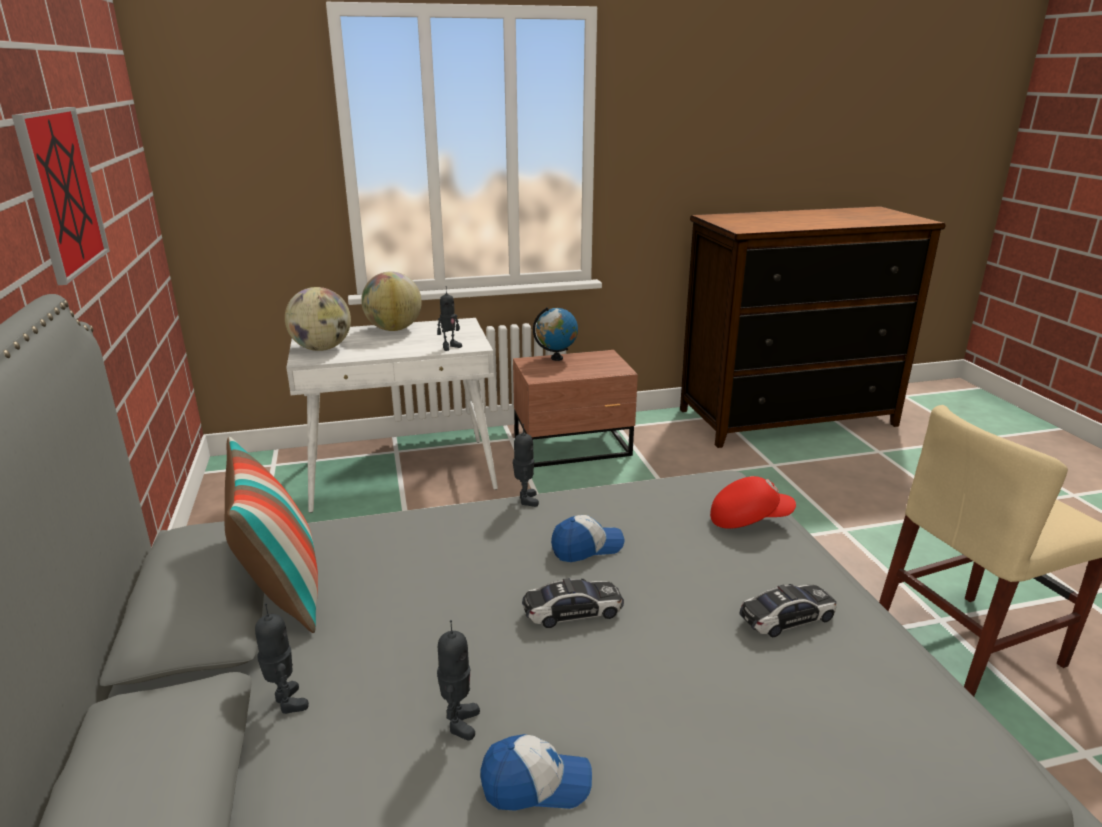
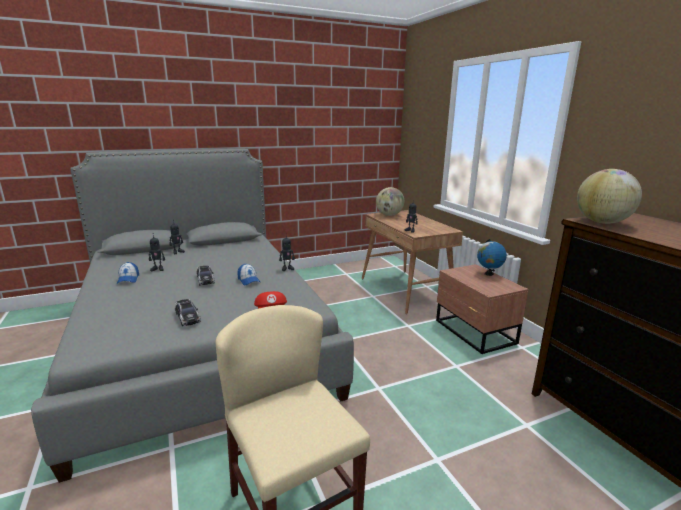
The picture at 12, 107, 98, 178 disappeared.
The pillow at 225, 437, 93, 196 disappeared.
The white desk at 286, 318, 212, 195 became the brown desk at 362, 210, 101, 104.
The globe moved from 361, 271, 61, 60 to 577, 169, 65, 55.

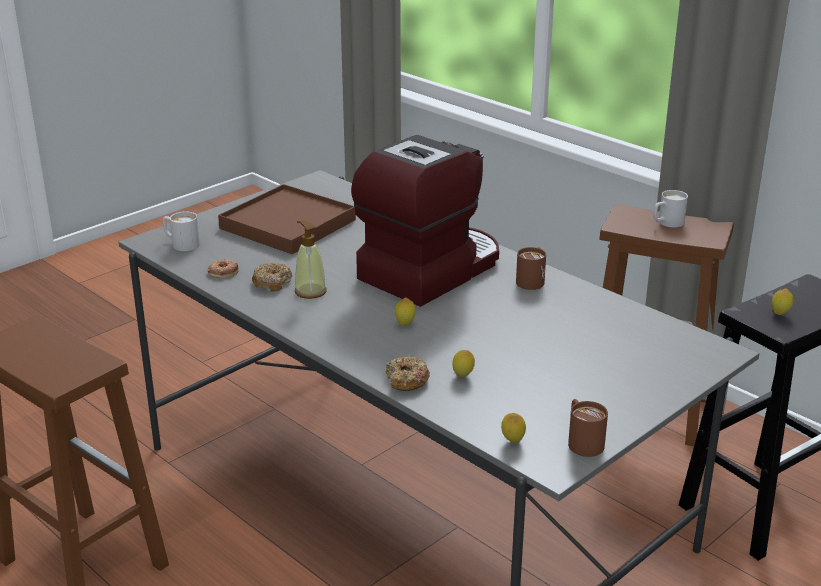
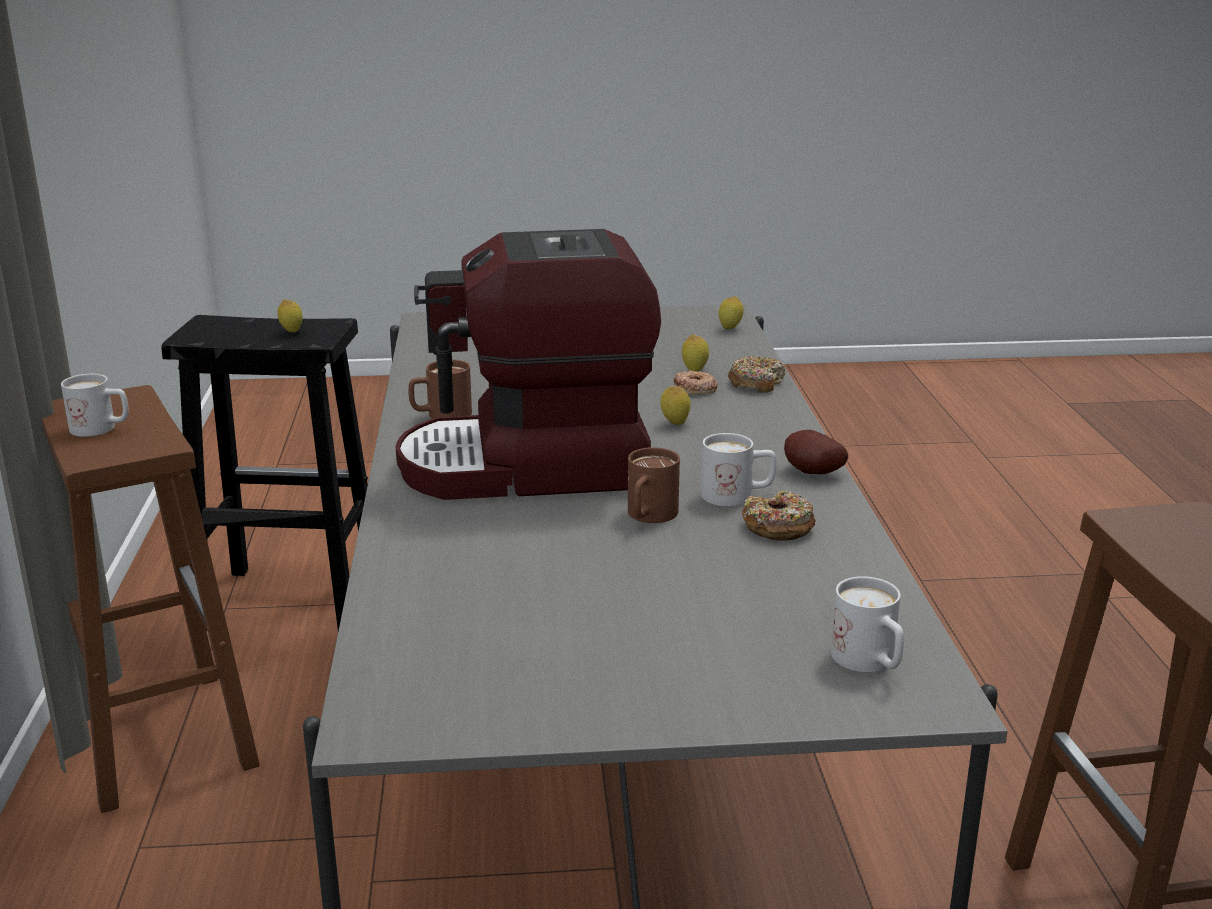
The donut moved from 208, 258, 31, 20 to 673, 370, 45, 24.
The brown tray at 218, 184, 138, 70 disappeared.
The soap dispenser at 295, 220, 31, 79 was replaced by the white mug at 701, 433, 75, 74.
The brown mug moved from 568, 399, 40, 58 to 628, 447, 52, 76.
The potato at 784, 430, 64, 44 appeared.

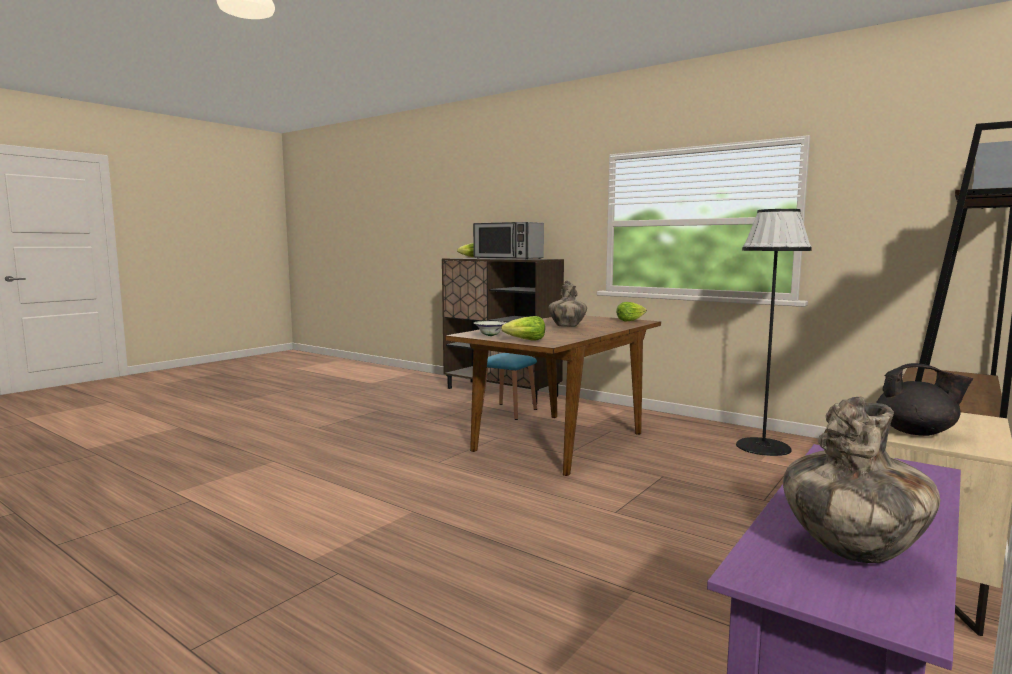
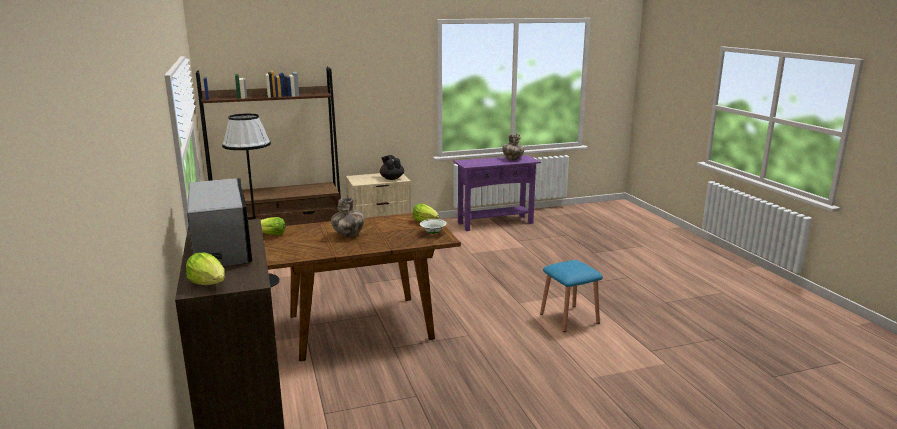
The blue stool moved from 482, 353, 55, 67 to 540, 260, 63, 72.

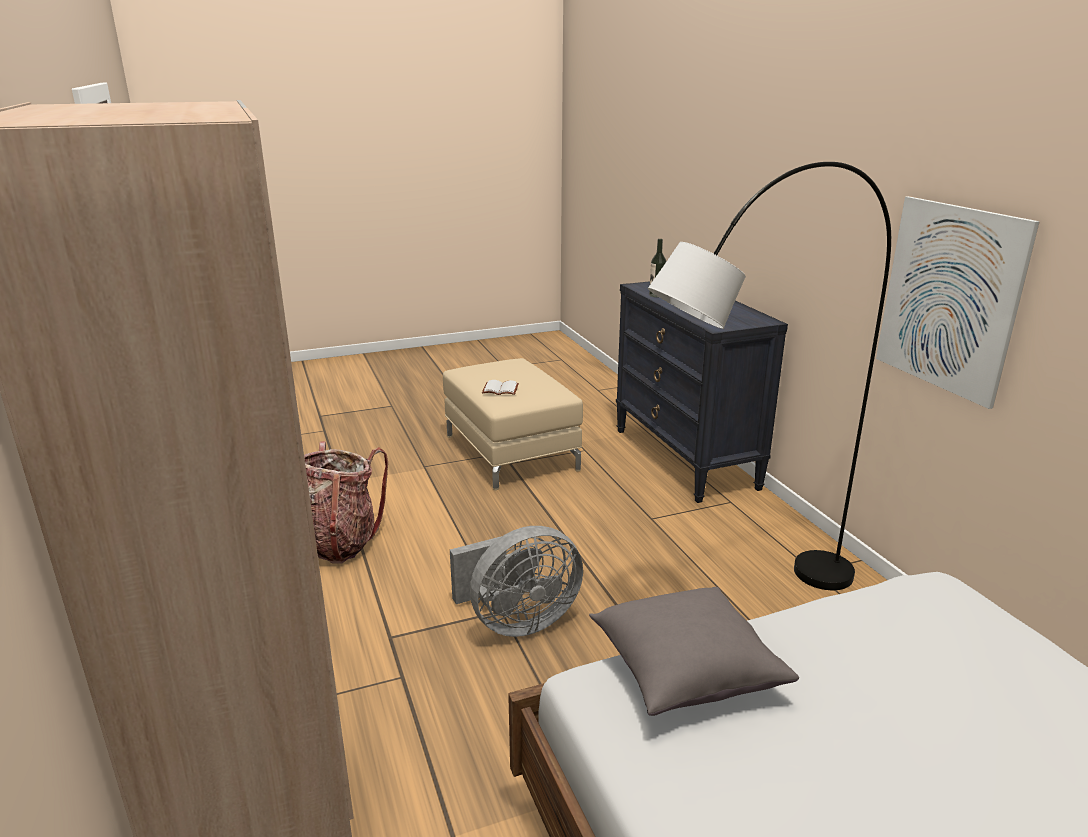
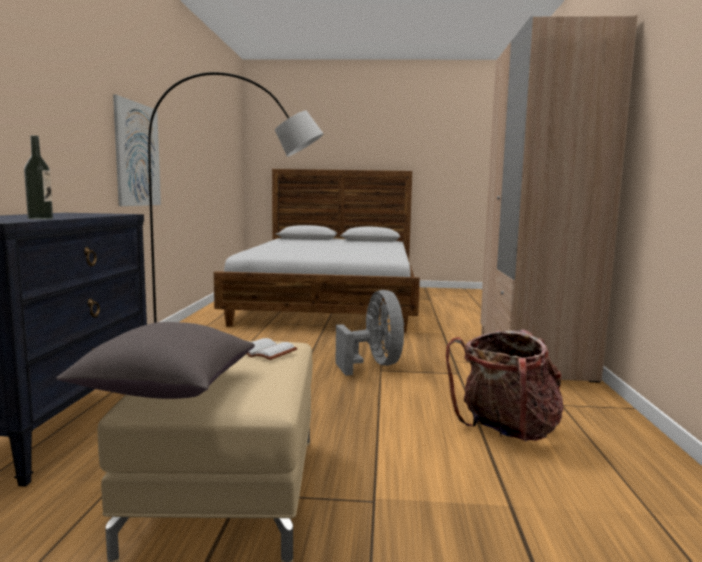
The grey fan at 450, 526, 133, 111 turned 75 degrees clockwise.
The grey pillow moved from 589, 587, 210, 129 to 56, 322, 199, 77.

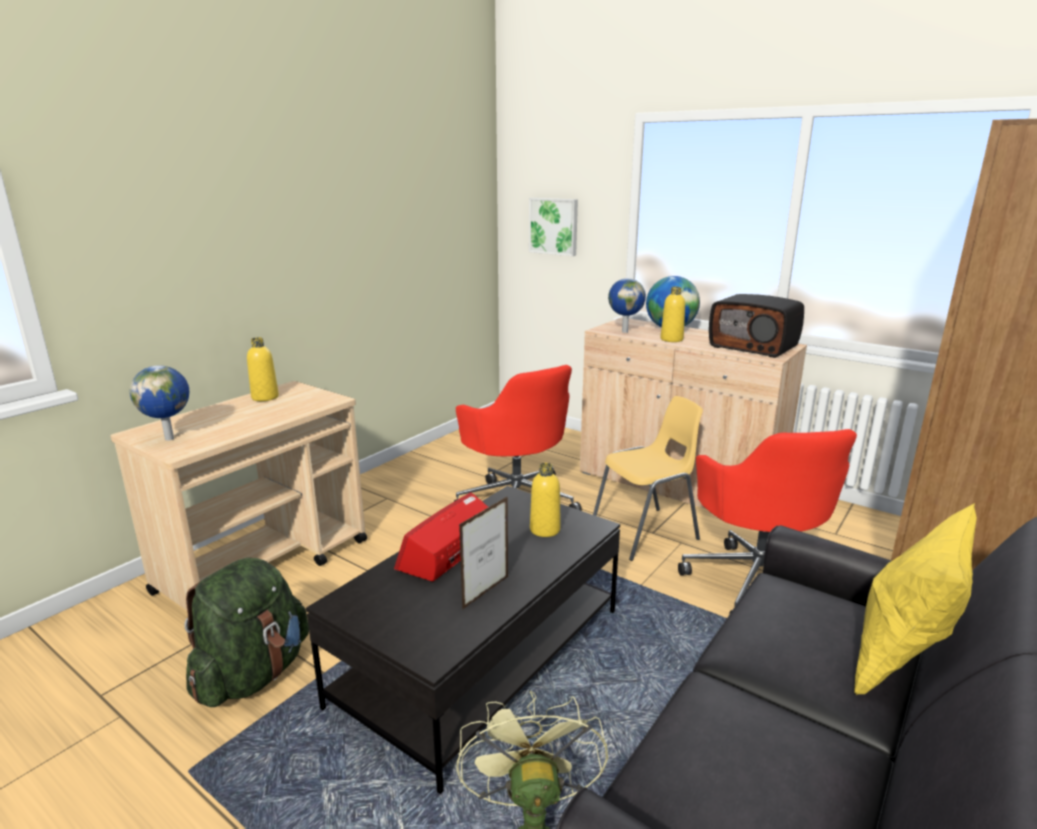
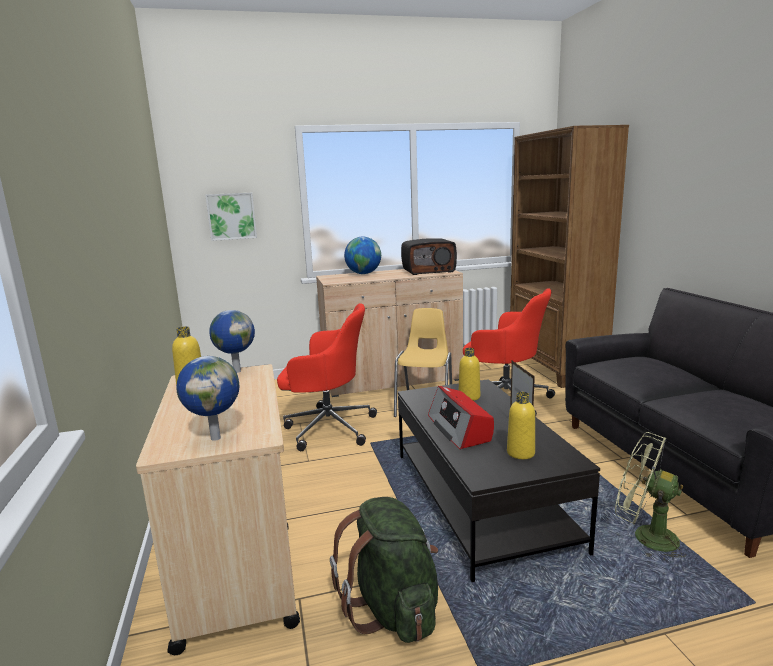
The globe moved from 608, 278, 38, 55 to 209, 310, 46, 63.
The yellow bottle moved from 661, 286, 24, 56 to 507, 392, 28, 67.
The yellow pillow at 854, 503, 123, 192 disappeared.

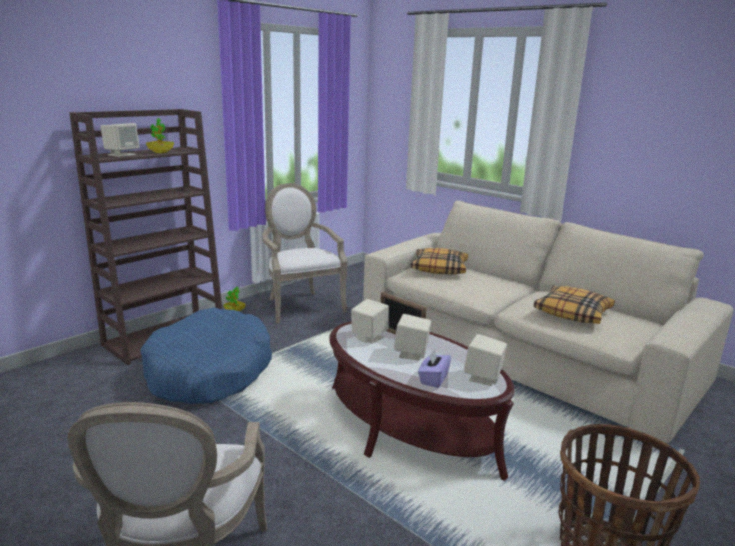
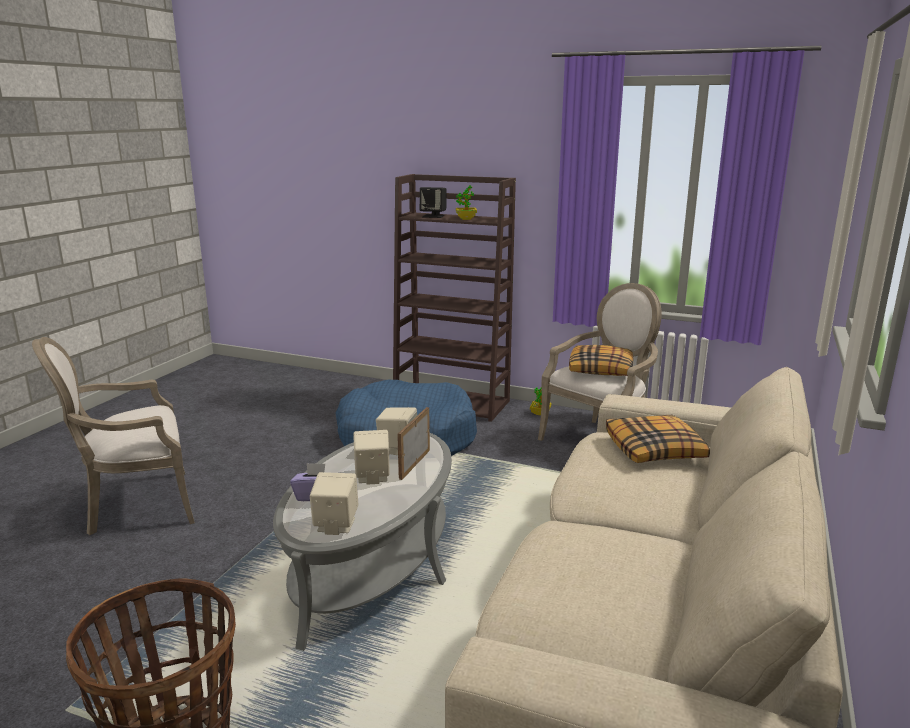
The beige speaker at 100, 123, 40, 34 became the black speaker at 420, 187, 27, 31.
The brown coffee table at 329, 322, 186, 159 became the grey coffee table at 273, 433, 179, 218.
The pillow moved from 534, 286, 81, 38 to 569, 345, 64, 31.

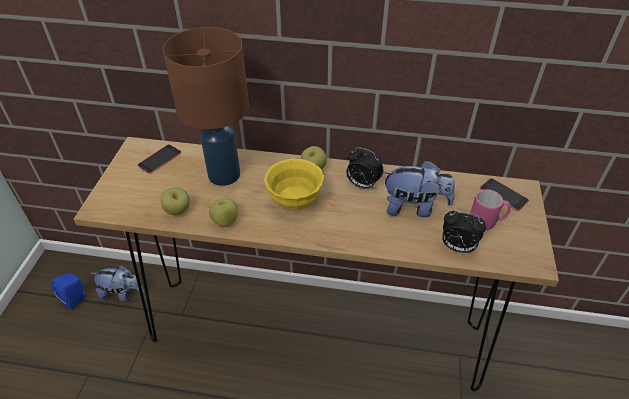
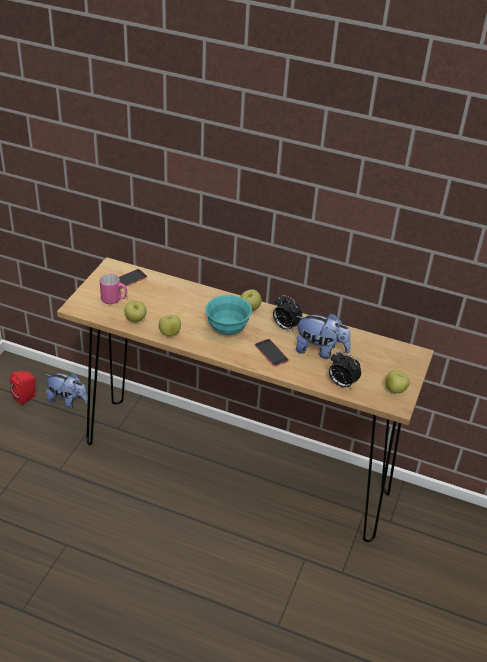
The blue speaker at 51, 273, 35, 37 became the red speaker at 10, 371, 26, 34.
The brown table lamp at 163, 27, 86, 159 disappeared.
The yellow bowl at 264, 158, 60, 52 became the turquoise bowl at 205, 295, 47, 40.
The pink mug moved from 470, 189, 41, 41 to 100, 274, 27, 30.
The phone moved from 480, 178, 49, 33 to 255, 339, 34, 27.
The apple at 385, 370, 24, 23 appeared.

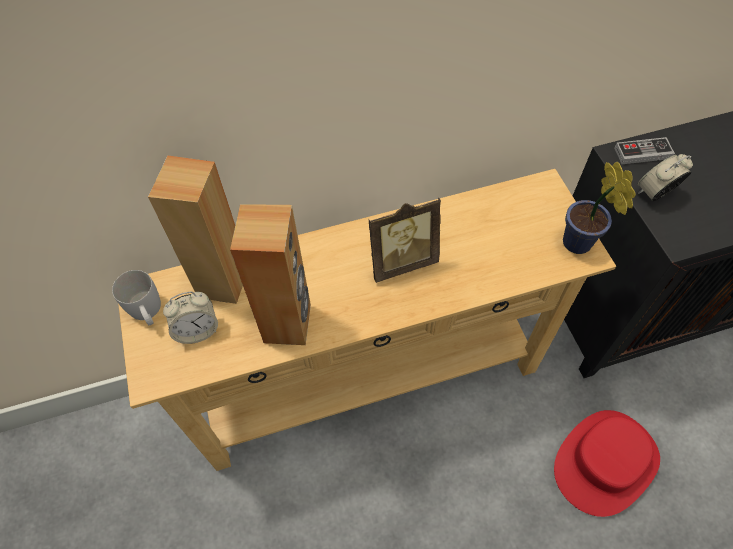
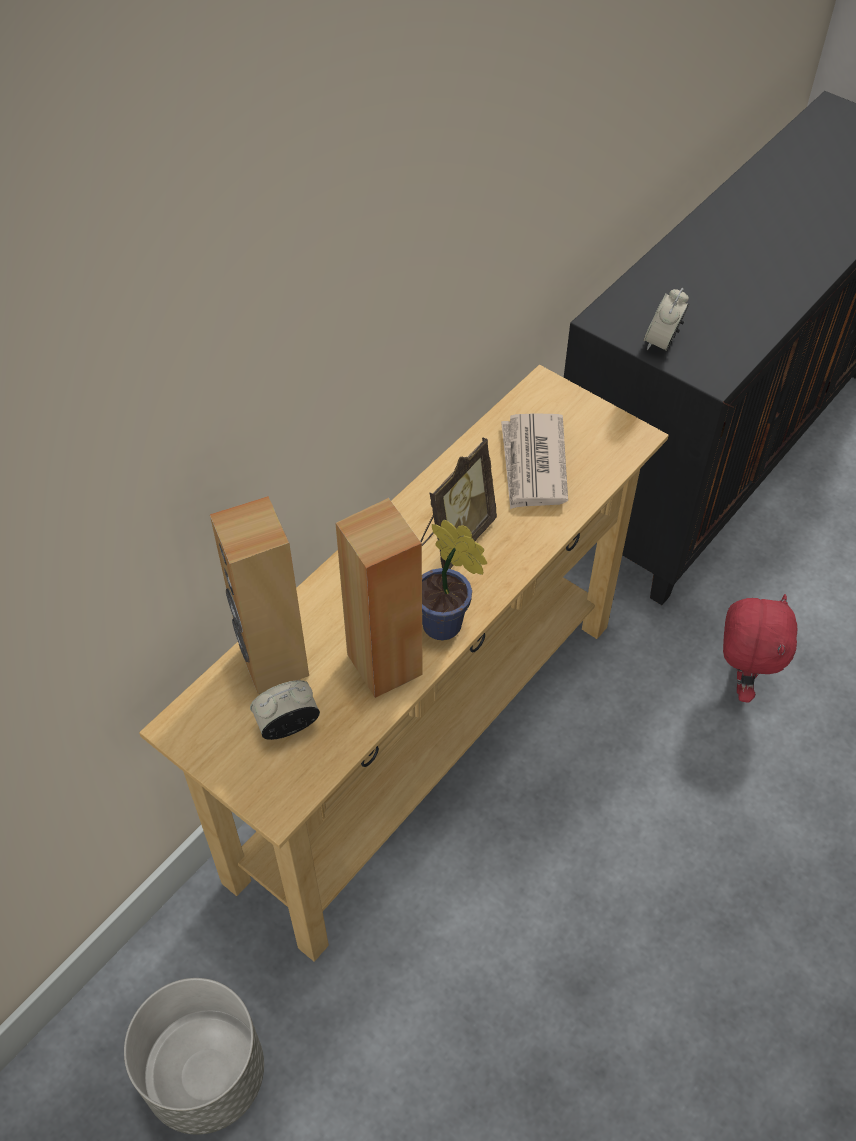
The white mug at 112, 270, 49, 55 disappeared.
The alarm clock at 163, 292, 55, 52 turned 150 degrees counterclockwise.
The red hat at 554, 410, 106, 107 was replaced by the red plush toy at 723, 594, 74, 109.
The potted plant moved from 563, 161, 73, 93 to 422, 520, 65, 120.
The game controller at 614, 137, 61, 27 disappeared.
The grey planter at 124, 978, 140, 157 appeared.
The newspaper at 501, 413, 67, 96 appeared.

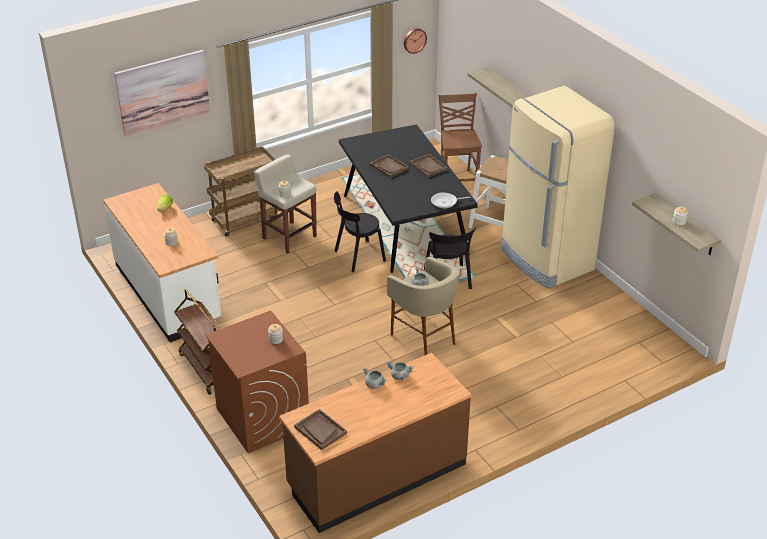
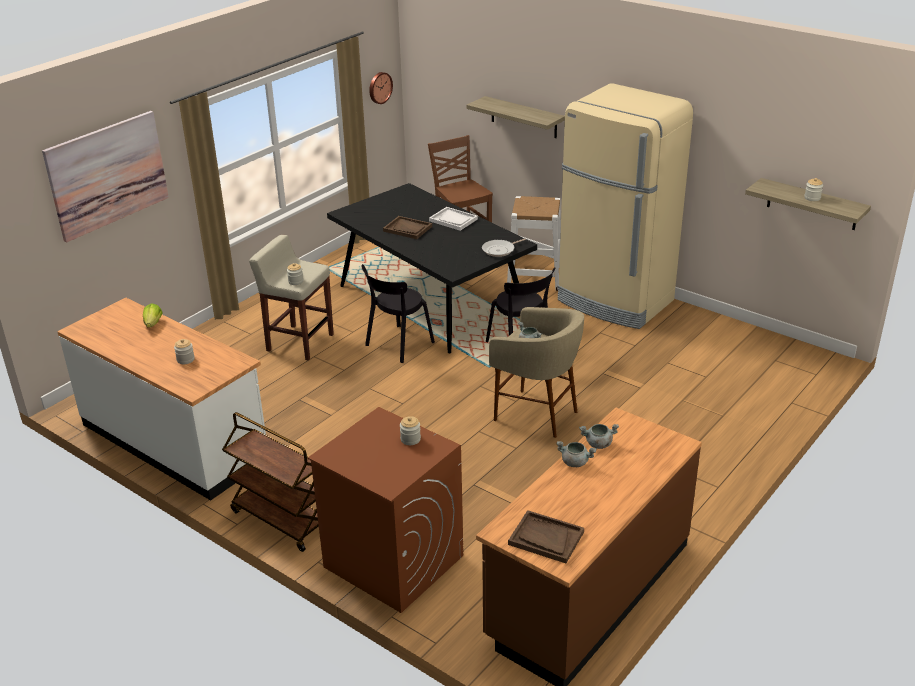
The brown cart at 204, 146, 76, 91 disappeared.
The brown tray at 409, 154, 39, 24 became the white tray at 429, 207, 49, 24.

